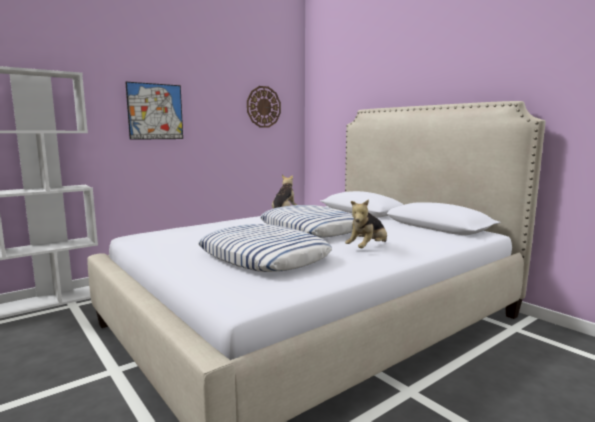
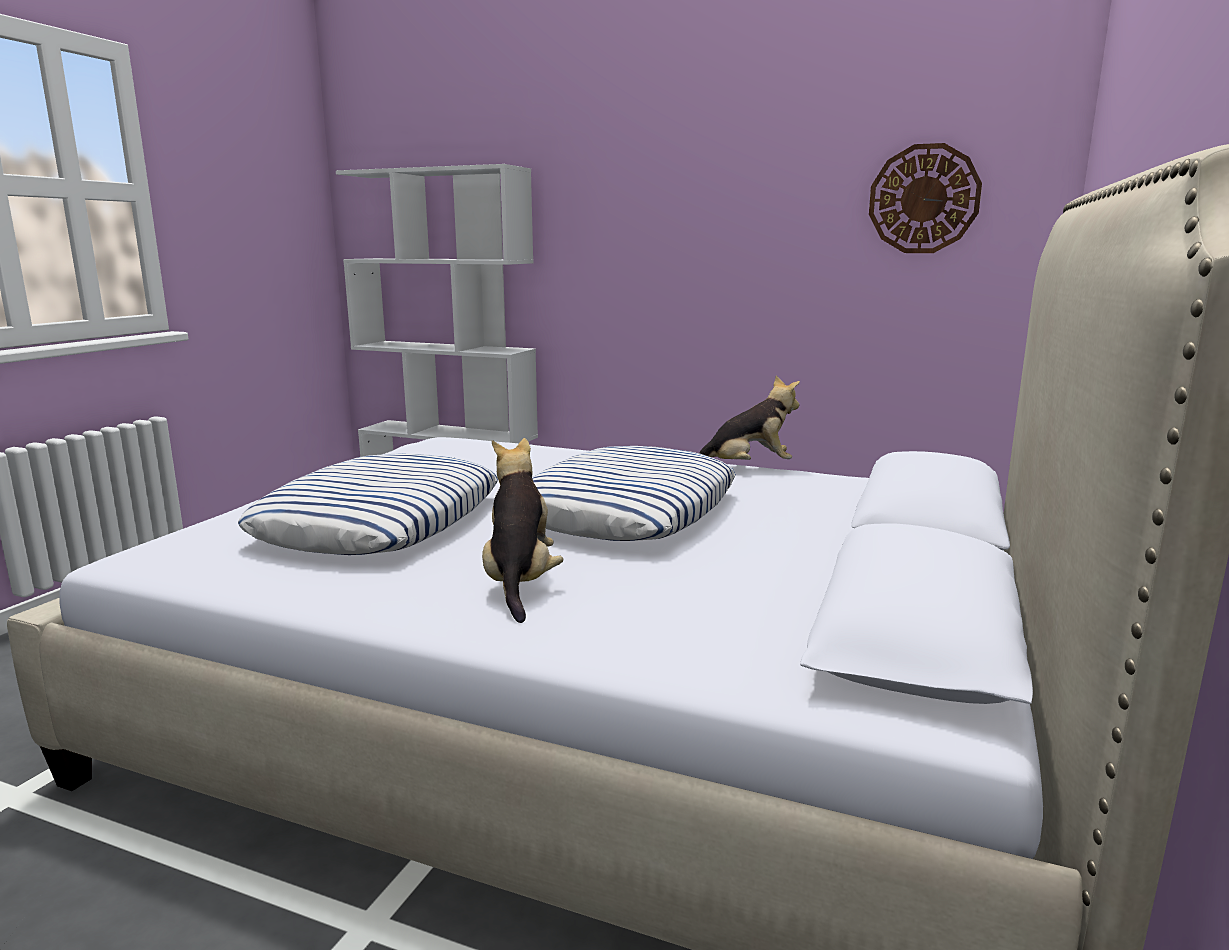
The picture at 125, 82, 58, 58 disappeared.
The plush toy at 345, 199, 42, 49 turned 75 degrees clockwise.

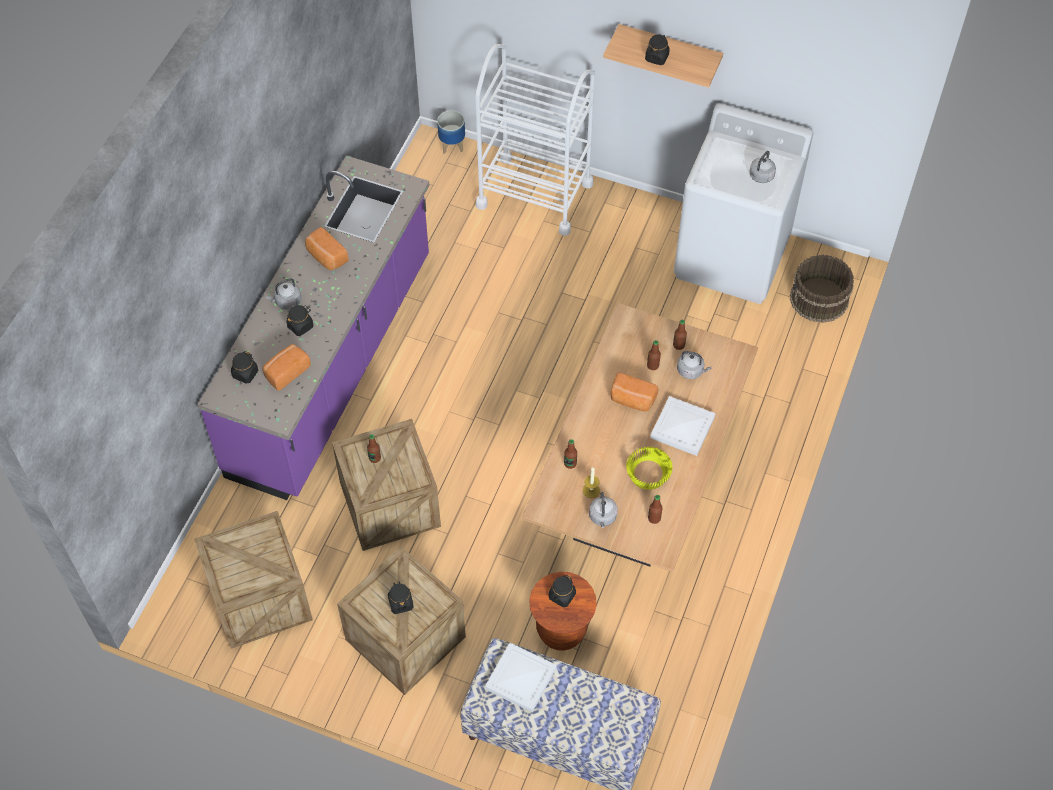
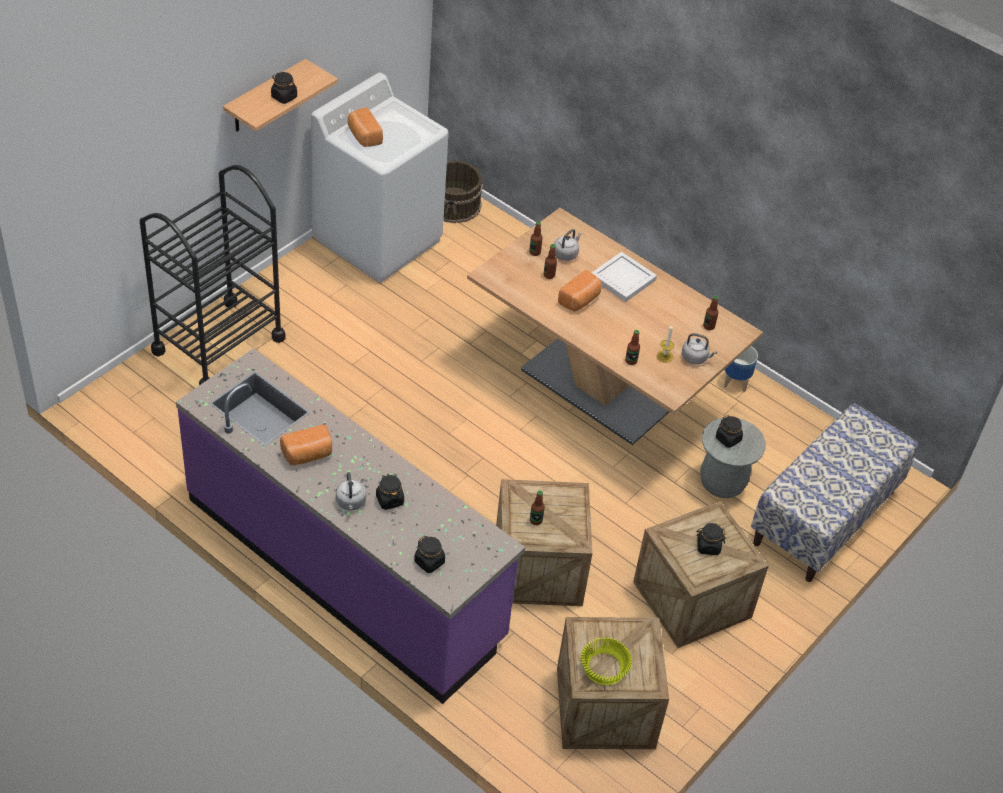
The bread moved from 263, 344, 48, 47 to 348, 107, 35, 40.
The planter moved from 437, 110, 28, 44 to 724, 346, 34, 46.
The white cart at 475, 44, 120, 192 became the black cart at 140, 165, 146, 220.
The white tray at 485, 643, 72, 69 disappeared.
The brown stool at 529, 572, 68, 79 became the grey stool at 700, 418, 66, 80.
The yellow bowl moved from 626, 447, 47, 43 to 581, 637, 51, 48.
The grey kettle at 749, 151, 27, 32 disappeared.

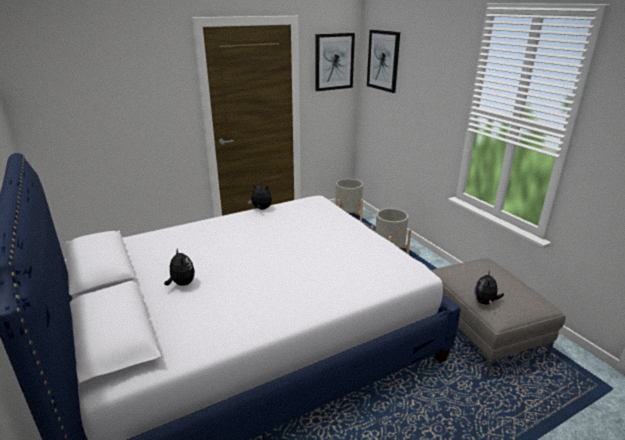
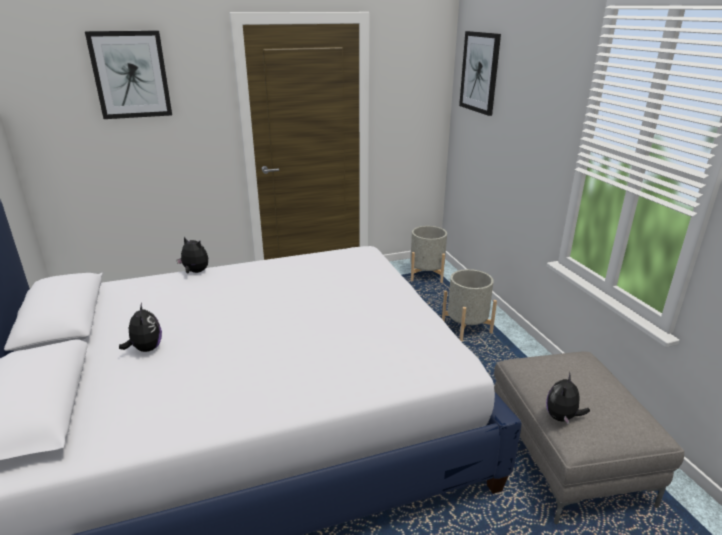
The plush toy moved from 248, 184, 24, 26 to 177, 237, 31, 36.
The picture moved from 315, 33, 40, 58 to 85, 30, 87, 89.

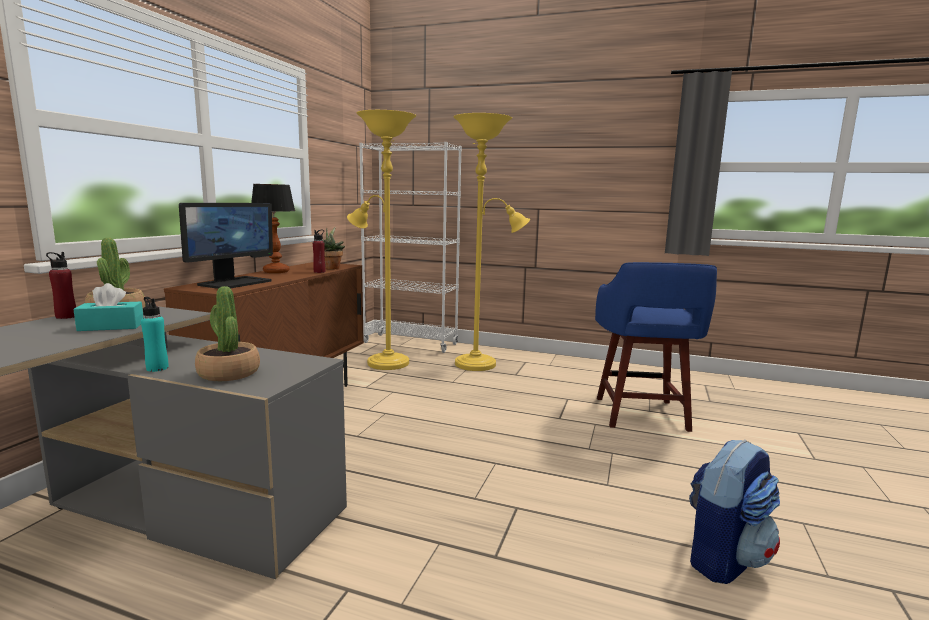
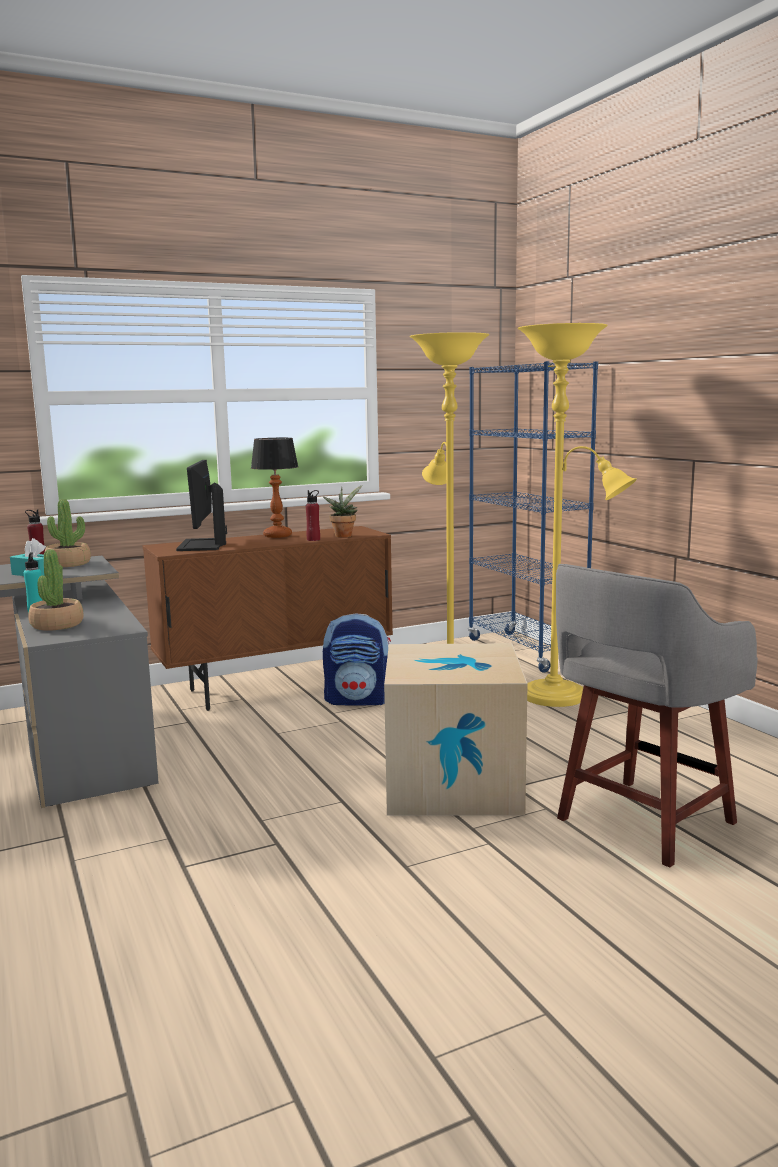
The monitor at 179, 203, 94, 86 turned 105 degrees clockwise.
The white bookcase at 359, 142, 103, 211 became the blue bookcase at 468, 361, 130, 312.
The blue stool at 595, 262, 122, 170 became the grey stool at 556, 564, 202, 303.
The backpack moved from 689, 439, 91, 145 to 323, 613, 68, 93.
The cardboard box at 384, 643, 144, 173 appeared.

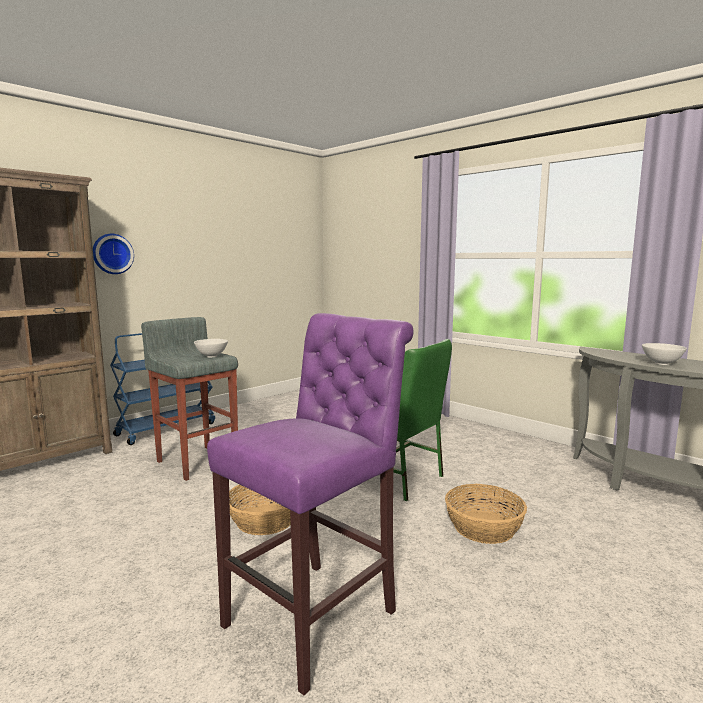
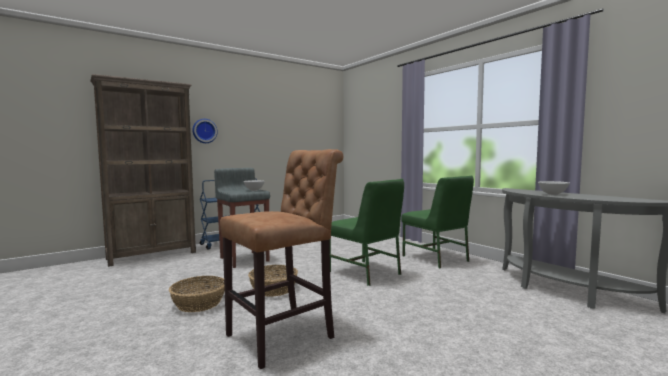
The purple stool at 207, 313, 206, 382 became the brown stool at 220, 149, 123, 220.
The basket moved from 445, 484, 82, 60 to 169, 276, 56, 36.
The green chair at 401, 175, 73, 93 appeared.

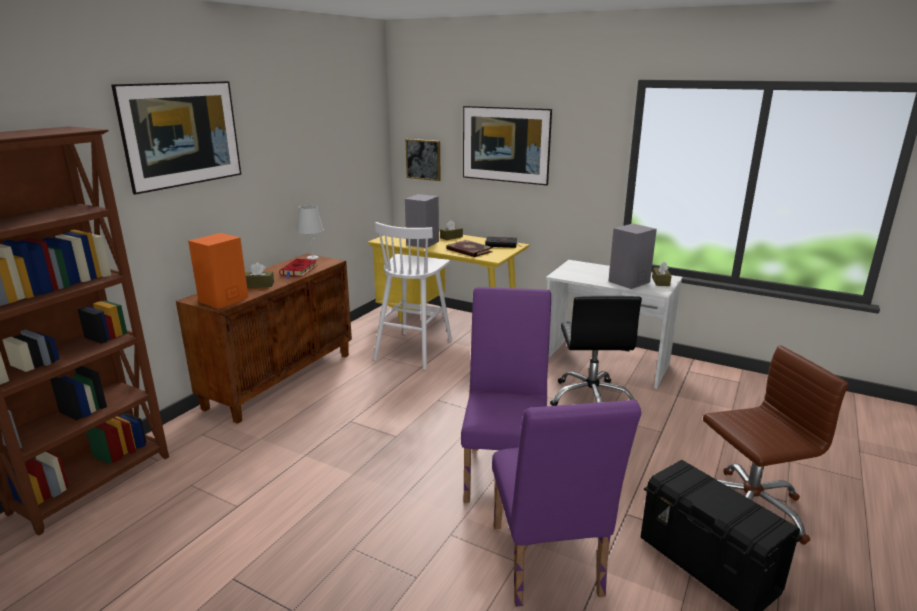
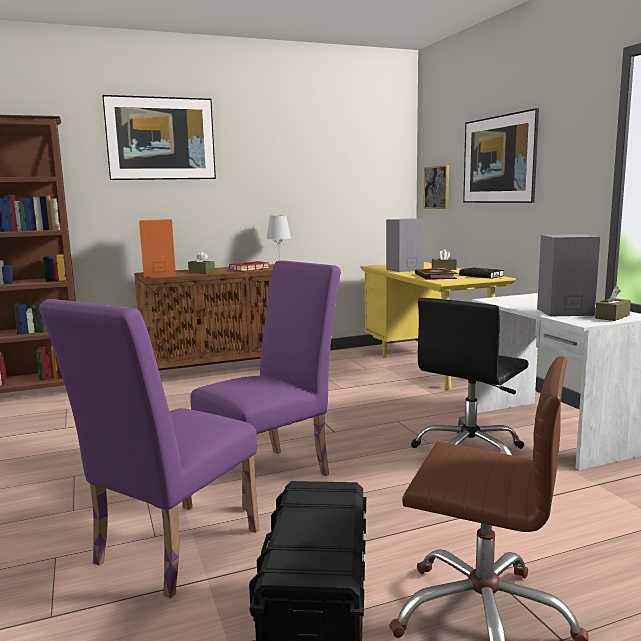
The white stool at 373, 222, 79, 148 disappeared.

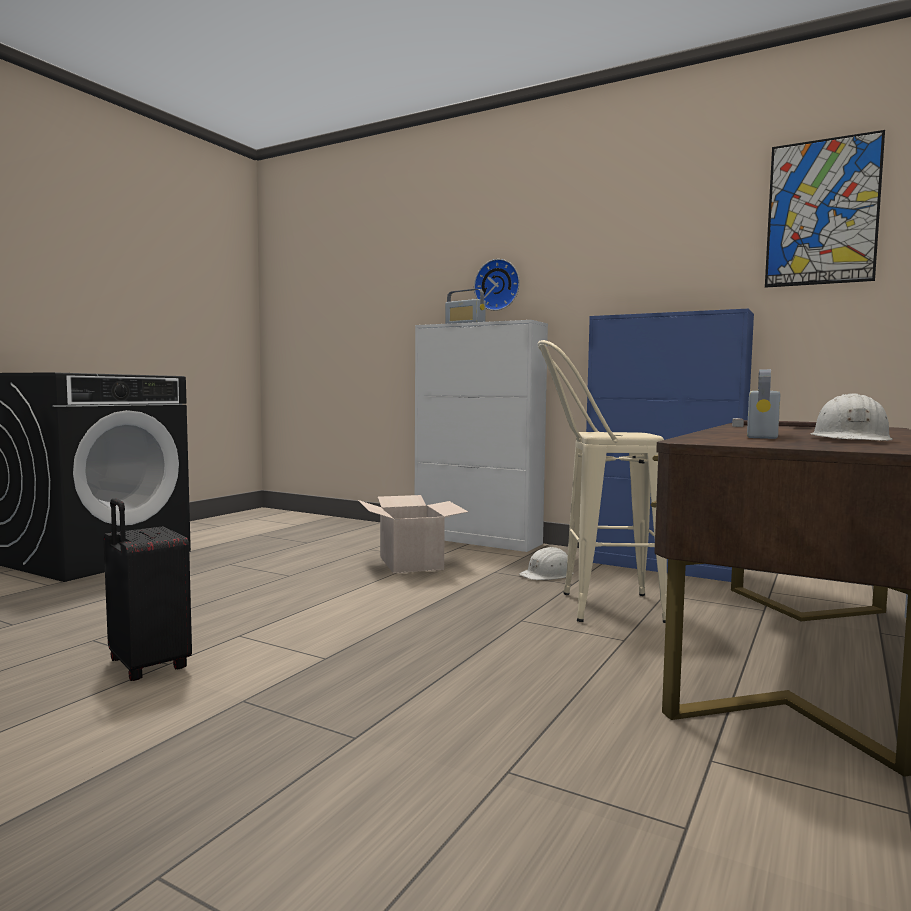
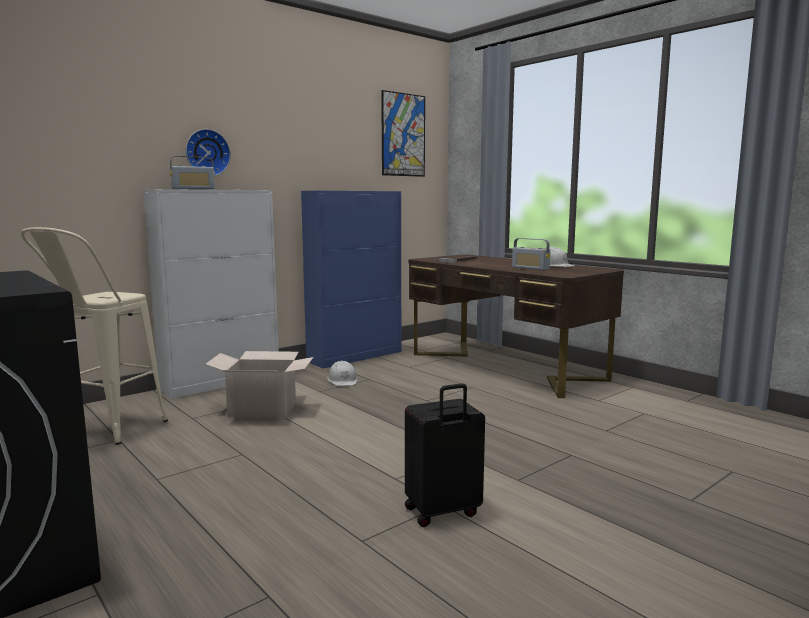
The beige stool moved from 538, 340, 129, 283 to 21, 227, 147, 218.

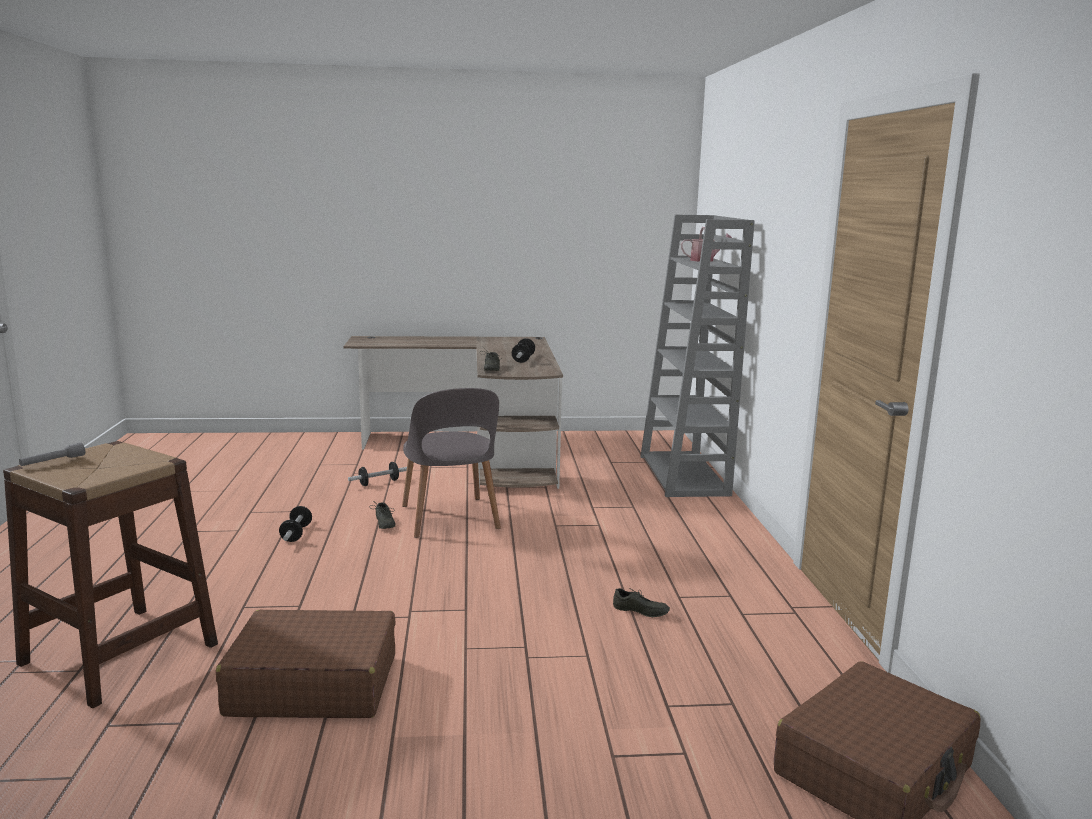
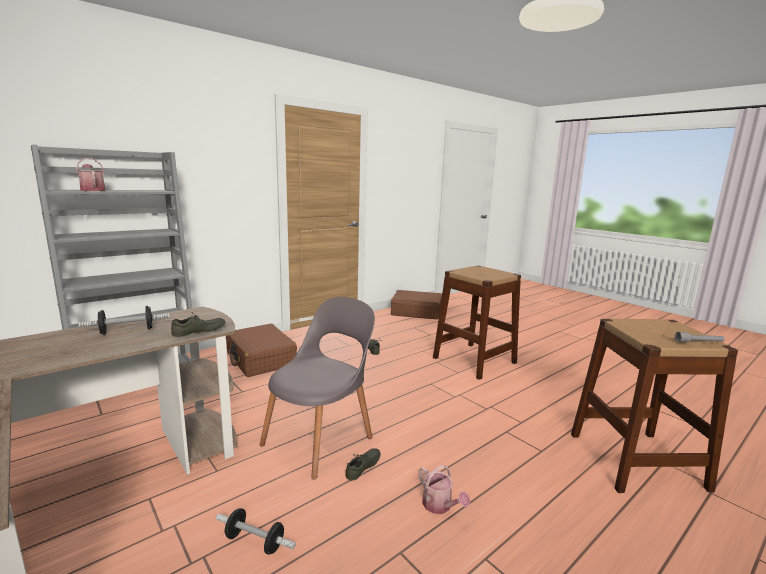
The brown suitcase moved from 216, 610, 180, 108 to 226, 324, 71, 53.
The dumbbell at 279, 506, 33, 36 was replaced by the watering can at 419, 465, 51, 49.
The brown stool at 433, 266, 88, 114 appeared.

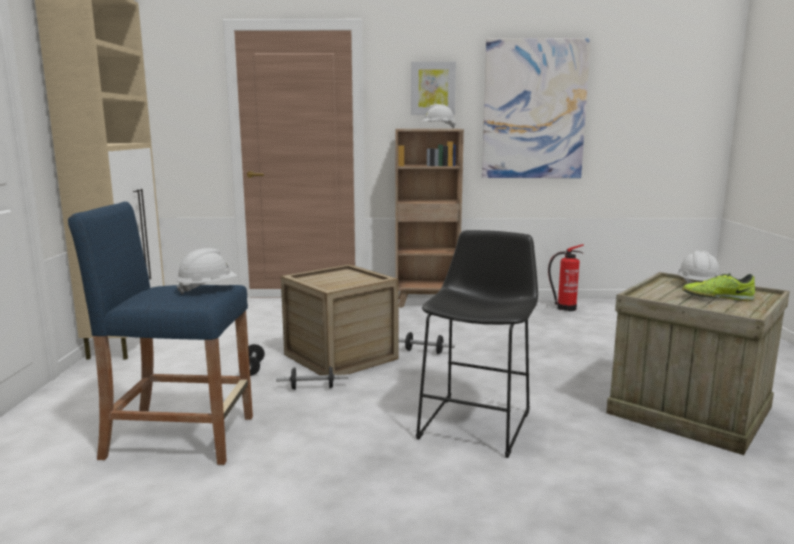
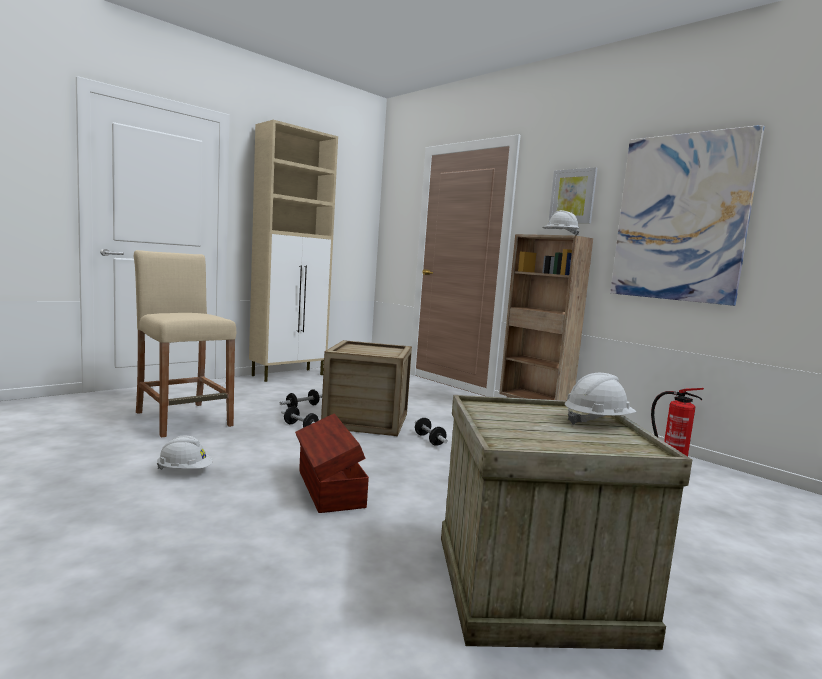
The blue stool at 68, 202, 185, 263 became the beige stool at 134, 250, 102, 188.
The white hard hat moved from 176, 248, 62, 46 to 157, 436, 56, 34.
The black stool at 416, 230, 122, 228 was replaced by the brown storage box at 295, 414, 74, 99.
The shoe at 682, 273, 73, 28 disappeared.

